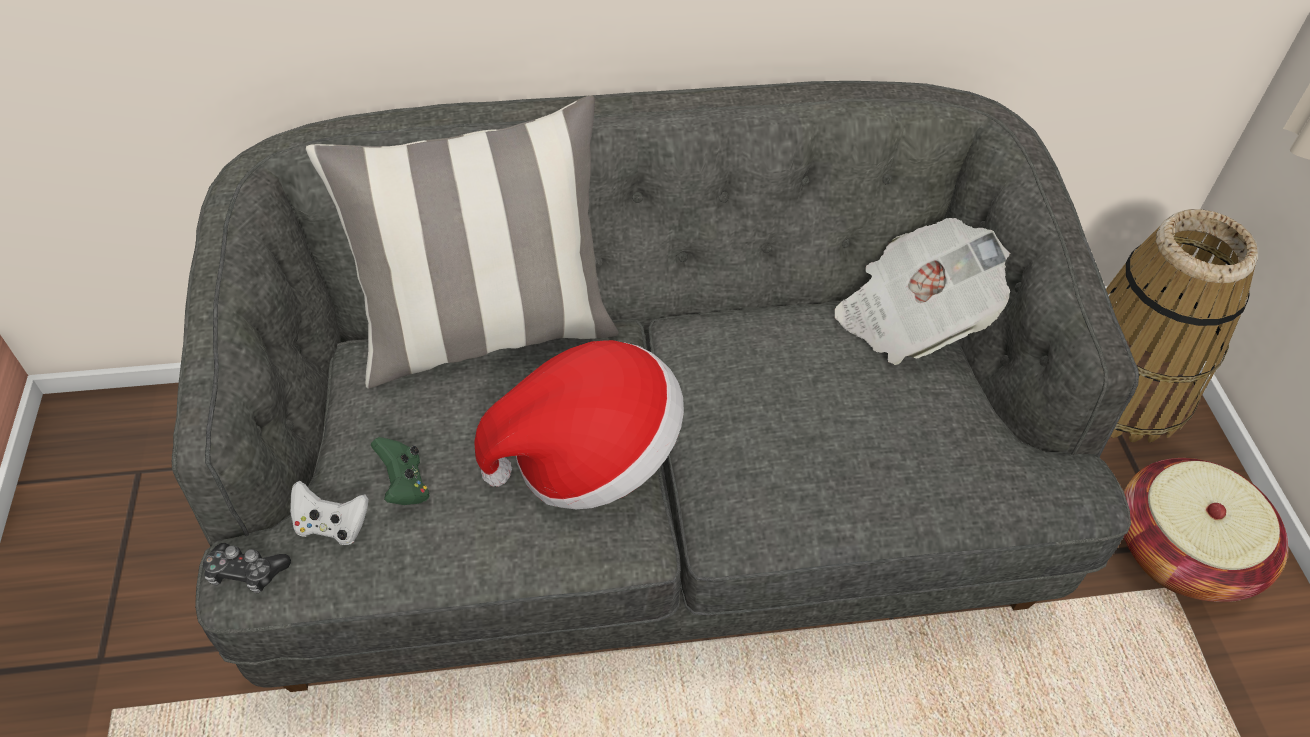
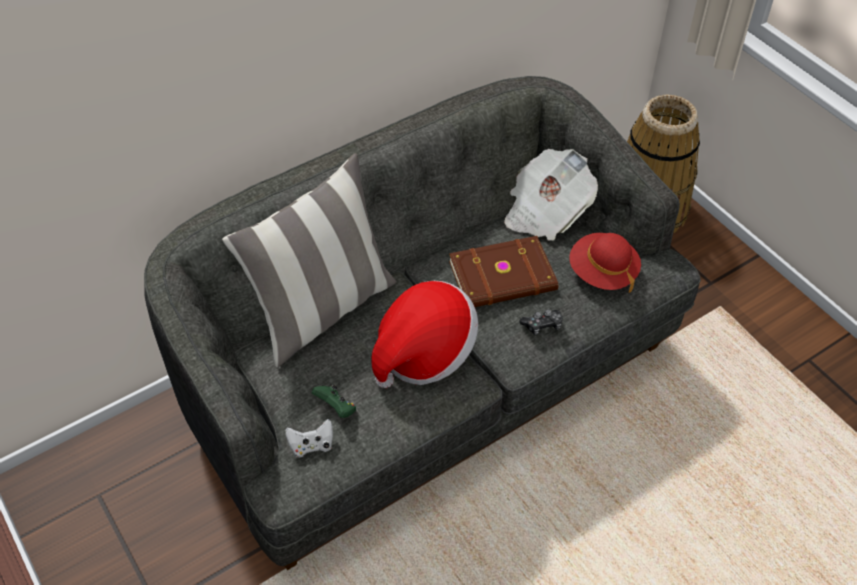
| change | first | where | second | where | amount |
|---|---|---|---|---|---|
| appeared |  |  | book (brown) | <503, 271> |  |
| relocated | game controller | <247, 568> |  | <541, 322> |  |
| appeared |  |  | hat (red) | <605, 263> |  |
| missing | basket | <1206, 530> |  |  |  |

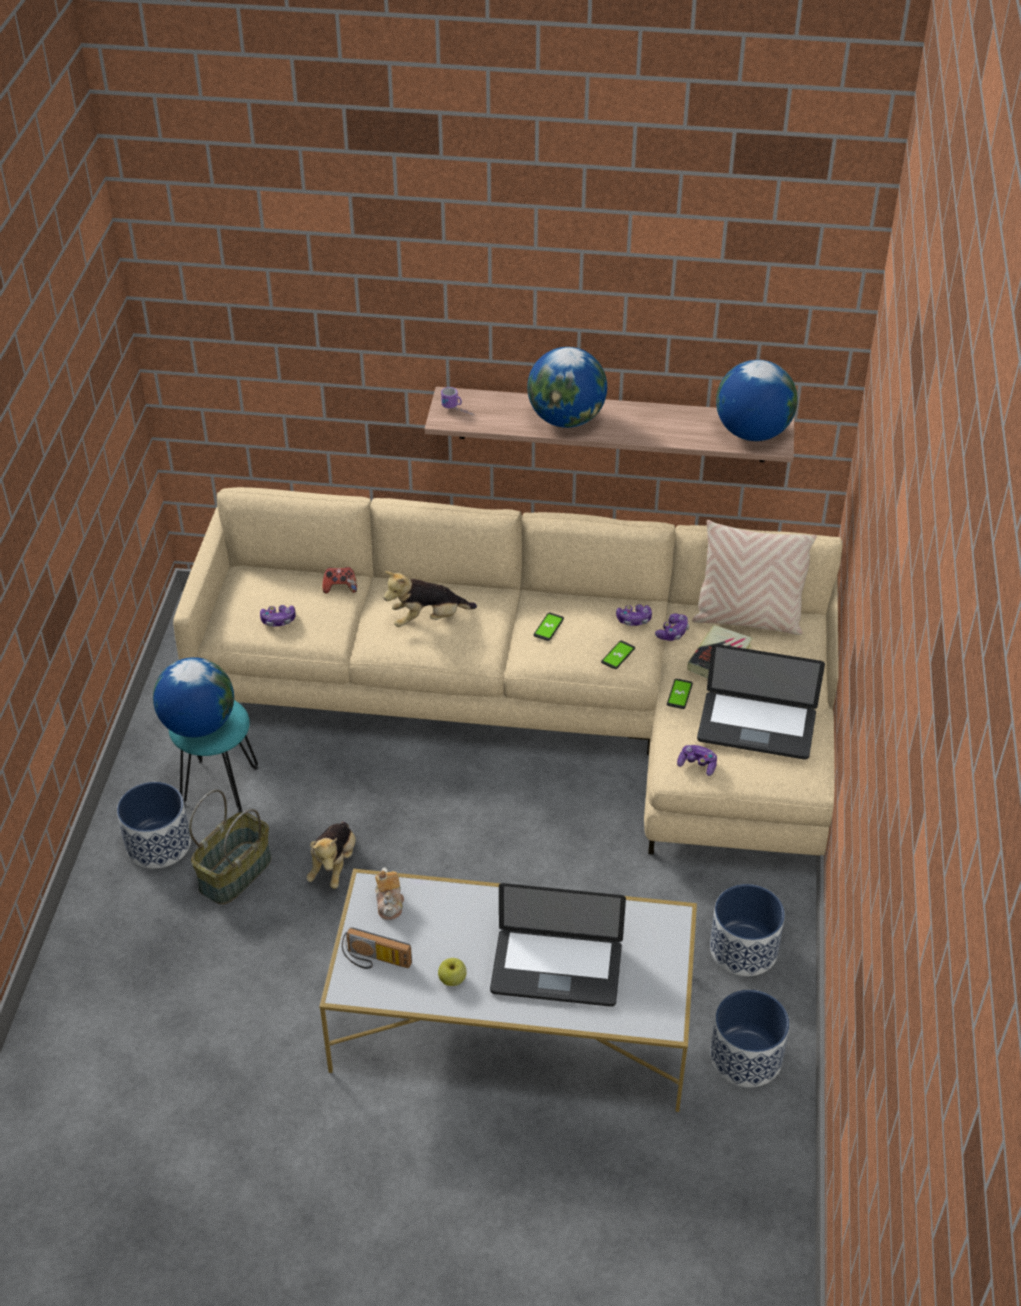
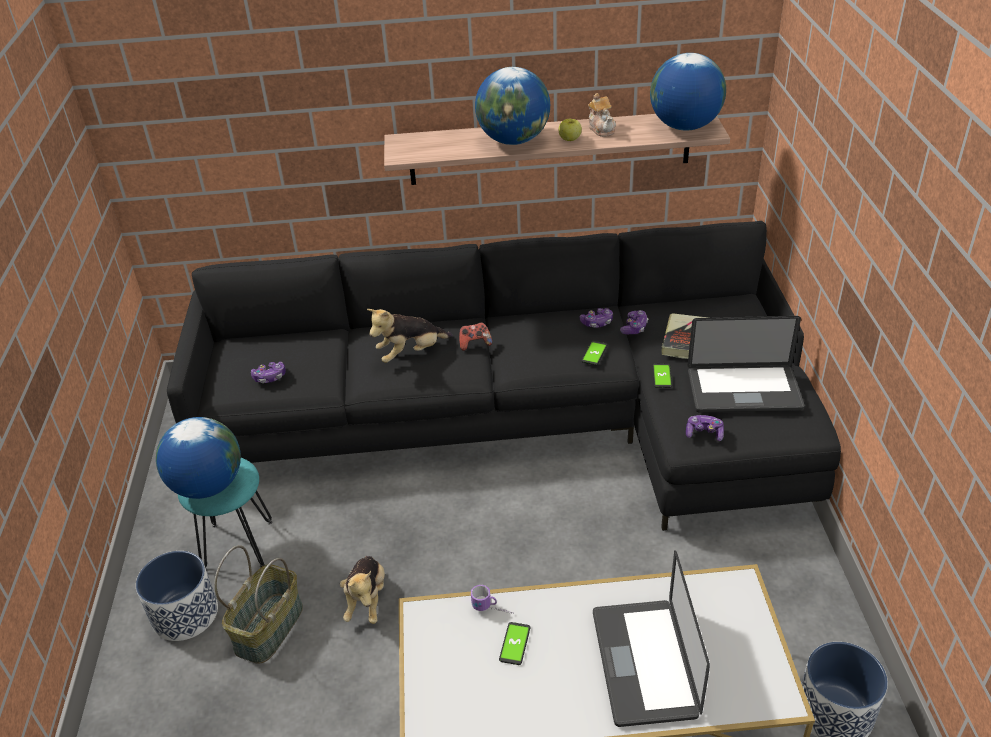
| change | first | where | second | where | amount |
|---|---|---|---|---|---|
| colour | sofa (beige) | <508, 671> | sofa (black) | <504, 376> |  |
| relocated | game controller | <339, 580> |  | <475, 336> |  |
| relocated | mug | <456, 401> |  | <492, 599> |  |
| relocated | phone | <549, 627> |  | <514, 643> |  |
| relocated | apple | <452, 972> |  | <570, 130> |  |
| relocated | teapot | <389, 893> |  | <602, 115> |  |
| spun | laptop | <558, 945> |  | <651, 638> | 90 degrees clockwise |
| missing | radio | <377, 948> |  |  |  |
| missing | pillow (beige) | <754, 577> |  |  |  |
| missing | planter | <747, 930> |  |  |  |

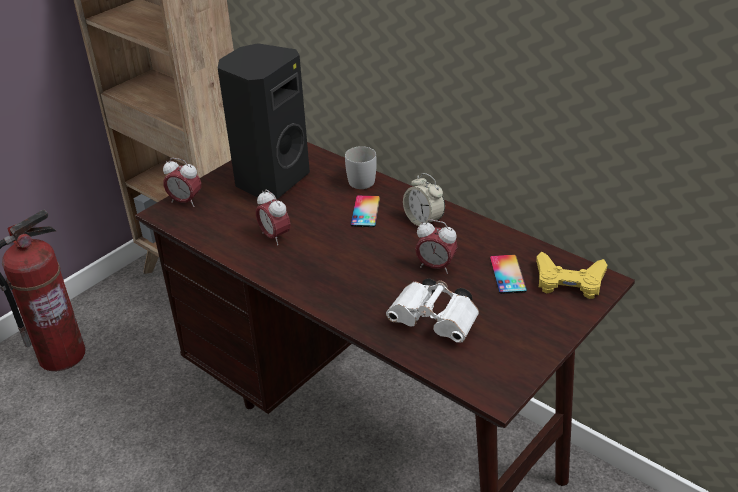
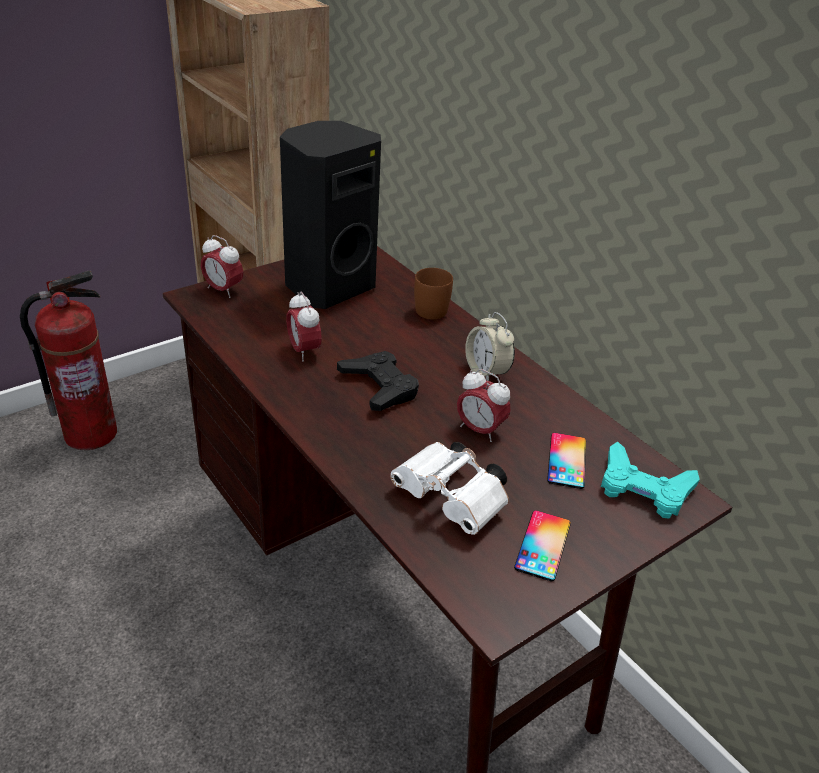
| change | first | where | second | where | amount |
|---|---|---|---|---|---|
| appeared |  |  | game controller (black) | <378, 381> |  |
| colour | mug (white) | <361, 167> | mug (brown) | <433, 294> |  |
| relocated | phone | <365, 211> |  | <542, 546> |  |
| colour | game controller (yellow) | <571, 275> | game controller (turquoise) | <650, 480> |  |

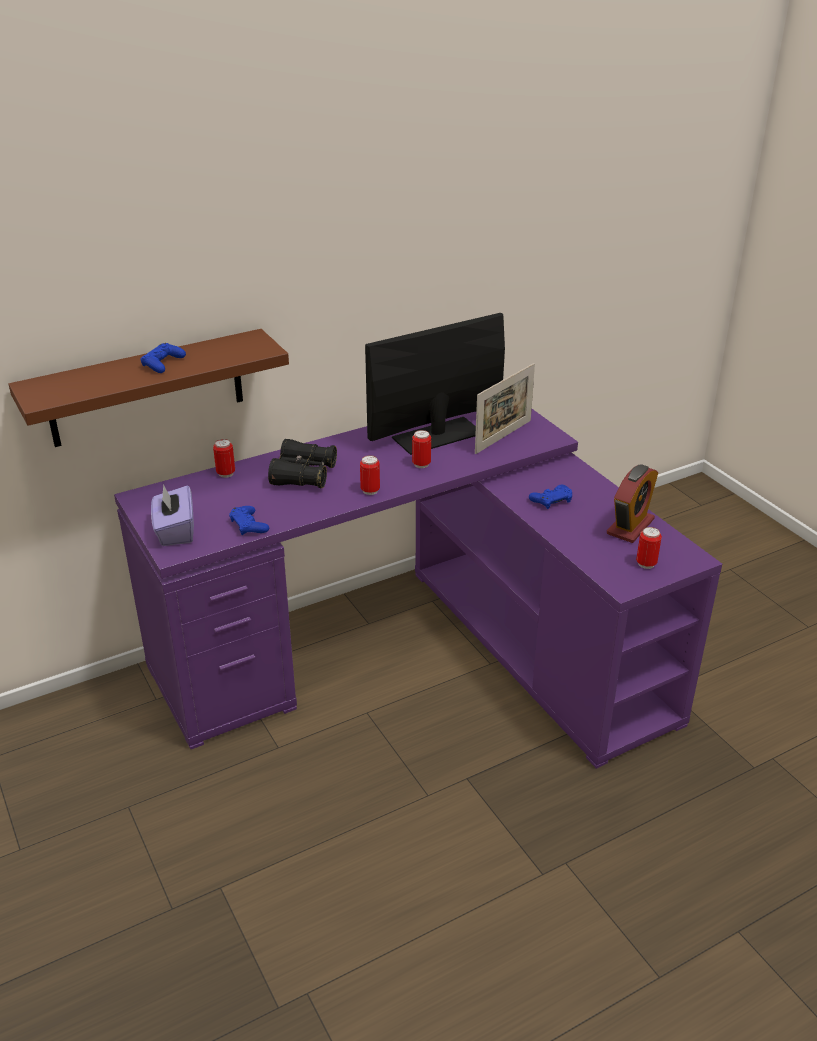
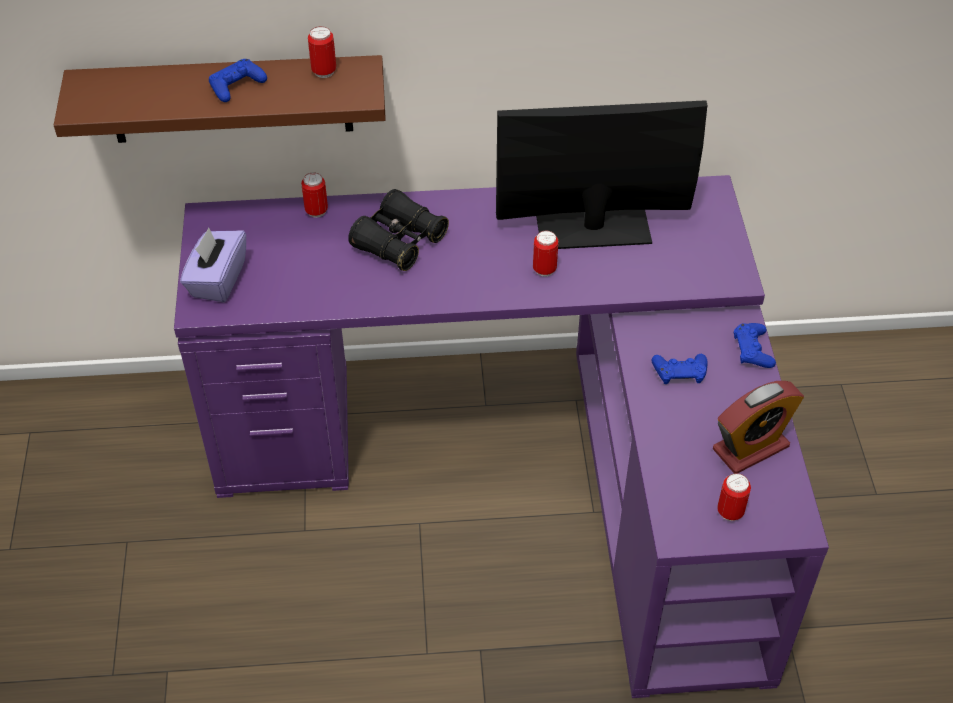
| change | first | where | second | where | amount |
|---|---|---|---|---|---|
| relocated | can | <370, 475> |  | <322, 52> |  |
| relocated | game controller (blue) | <249, 520> |  | <755, 345> |  |
| missing | picture frame | <505, 408> |  |  |  |

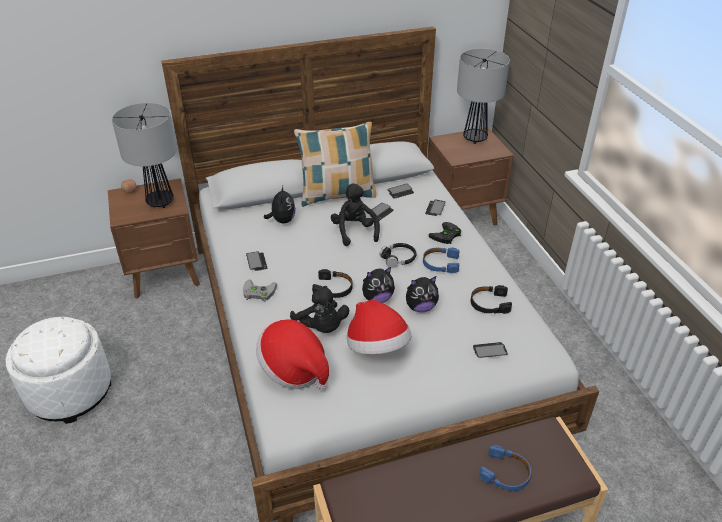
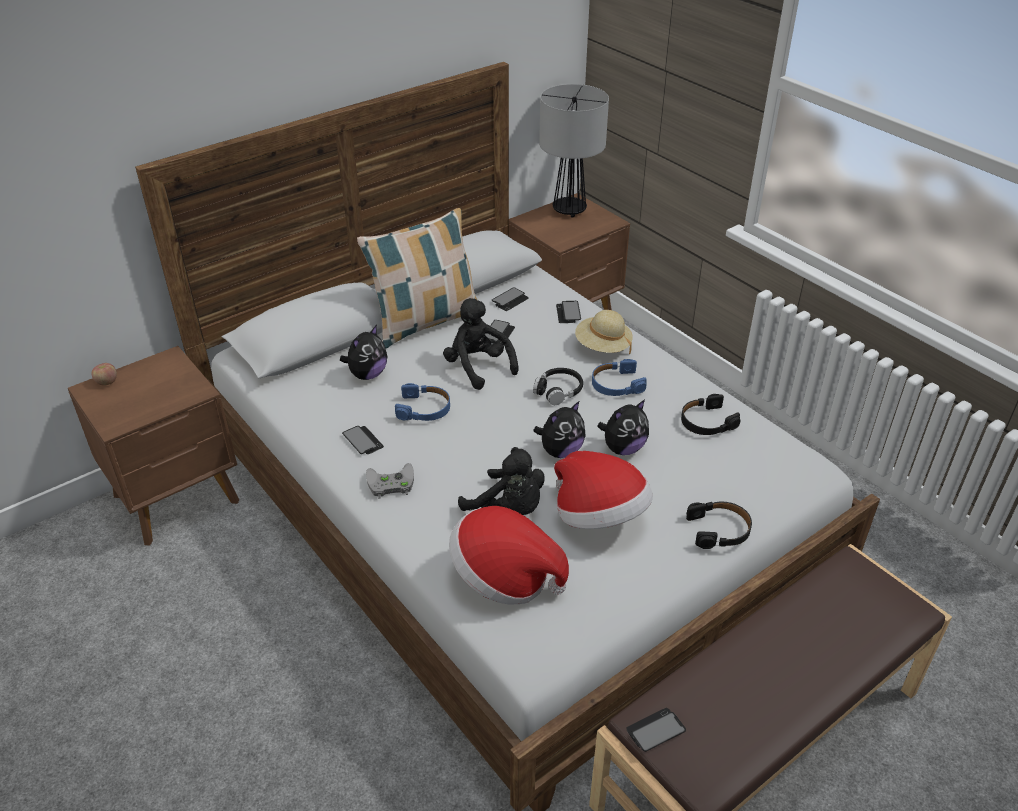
| change | first | where | second | where | amount |
|---|---|---|---|---|---|
| spun | plush toy | <280, 205> |  | <363, 352> | 60 degrees clockwise |
| relocated | headphones (blue) | <505, 468> |  | <422, 402> |  |
| exchanged | game controller (black) | <445, 233> | hat (beige) | <604, 332> |  |
| relocated | phone | <490, 350> |  | <656, 730> |  |
| relocated | headphones (black) | <332, 283> |  | <719, 525> |  |
| missing | ottoman (white) | <58, 370> |  |  |  |
| missing | table lamp | <144, 155> |  |  |  |

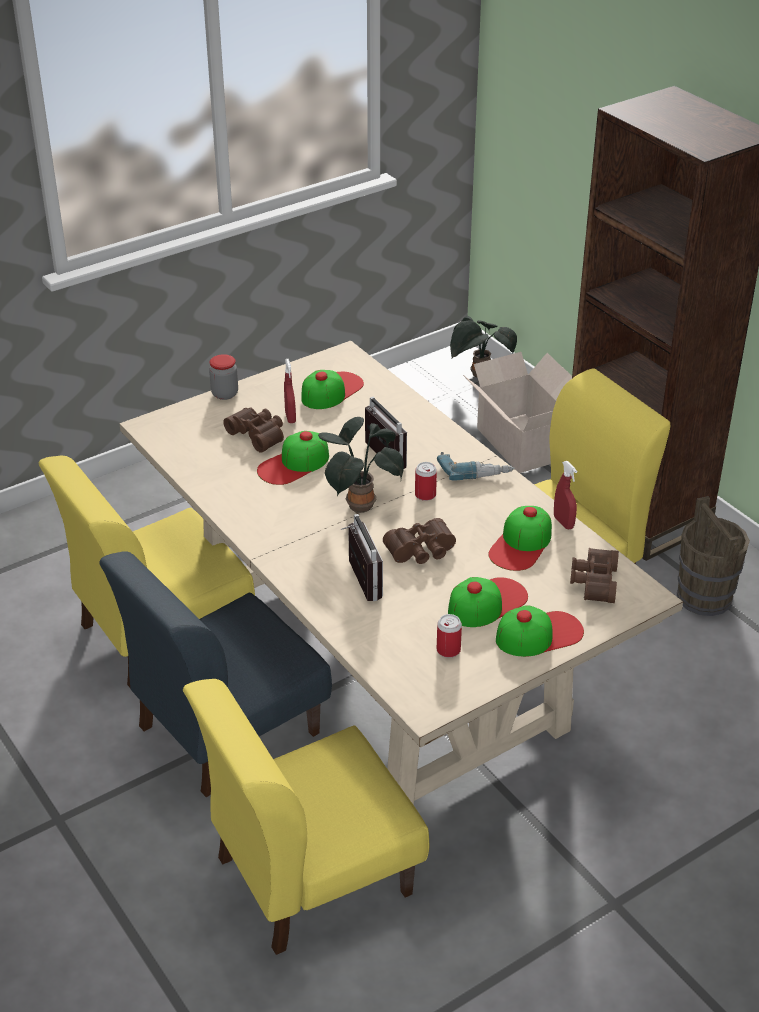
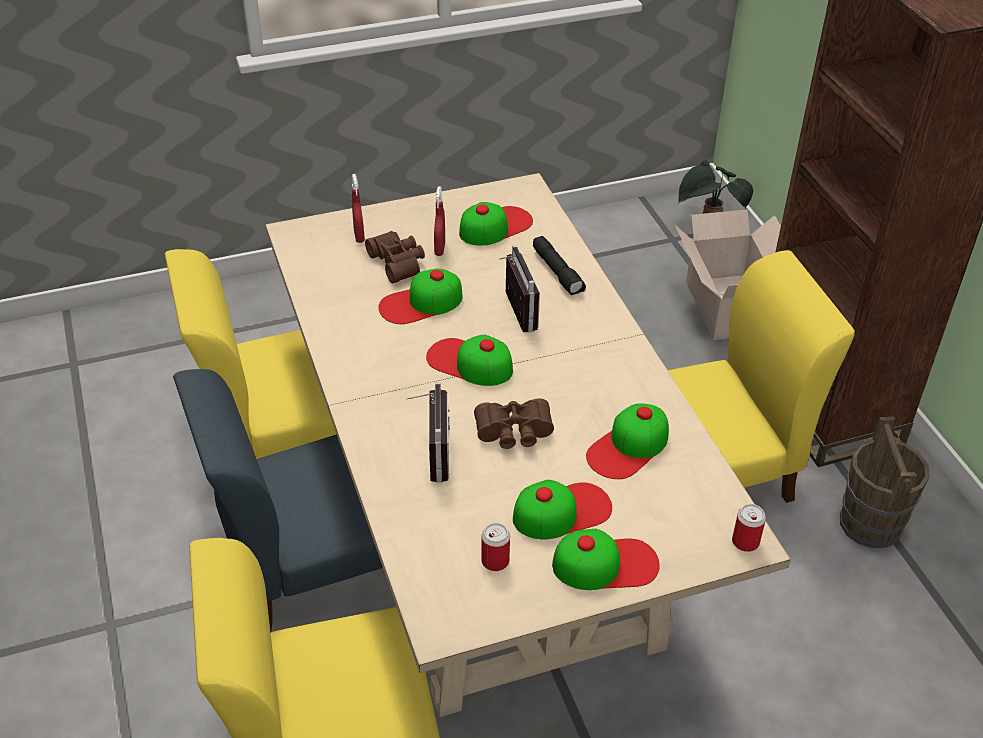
| change | first | where | second | where | amount |
|---|---|---|---|---|---|
| relocated | spray bottle (red) | <565, 495> |  | <358, 208> |  |
| exchanged | potted plant | <361, 465> | cap | <469, 360> |  |
| appeared |  |  | flashlight (black) | <559, 265> |  |
| relocated | can | <426, 481> |  | <749, 528> |  |
| missing | jar | <223, 377> |  |  |  |
| missing | power drill | <476, 466> |  |  |  |
| missing | binoculars (brown) | <594, 575> |  |  |  |

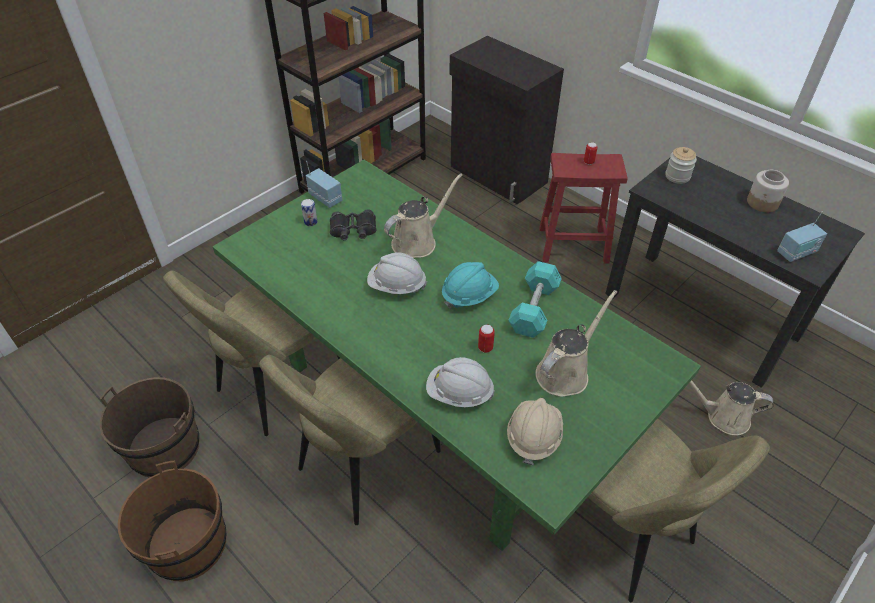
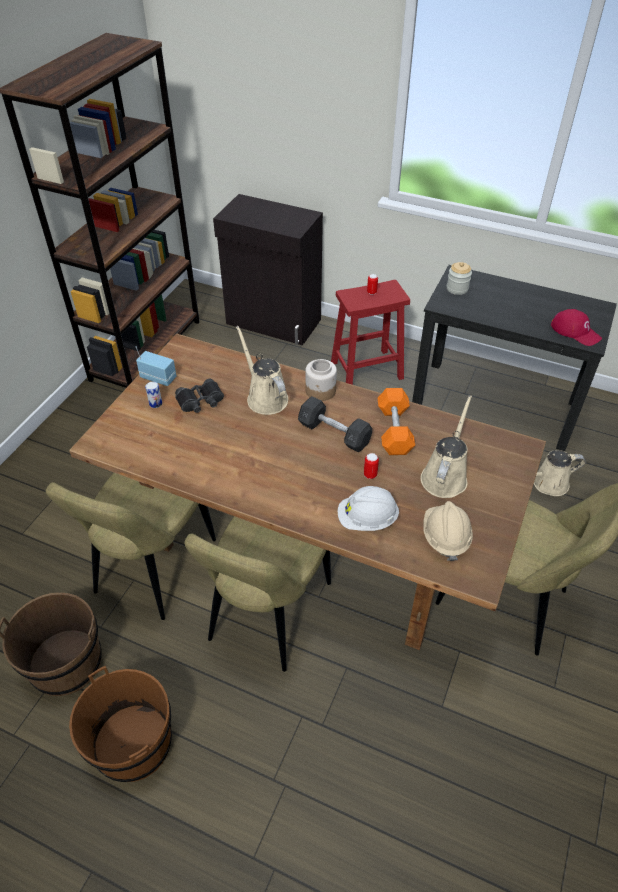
| change | first | where | second | where | amount |
|---|---|---|---|---|---|
| colour | dining table (green) | <457, 355> | dining table (brown) | <307, 492> |  |
| spun | watering can (beige) | <423, 215> |  | <262, 370> | 60 degrees counterclockwise |
| exchanged | hard hat (turquoise) | <470, 285> | dumbbell (grey) | <335, 424> |  |
| relocated | jar | <768, 191> |  | <321, 380> |  |
| colour | dumbbell (turquoise) | <535, 299> | dumbbell (orange) | <396, 421> |  |
| exchanged | radio | <802, 236> | cap (red) | <576, 327> |  |
| missing | hard hat (white) | <397, 273> |  |  |  |

